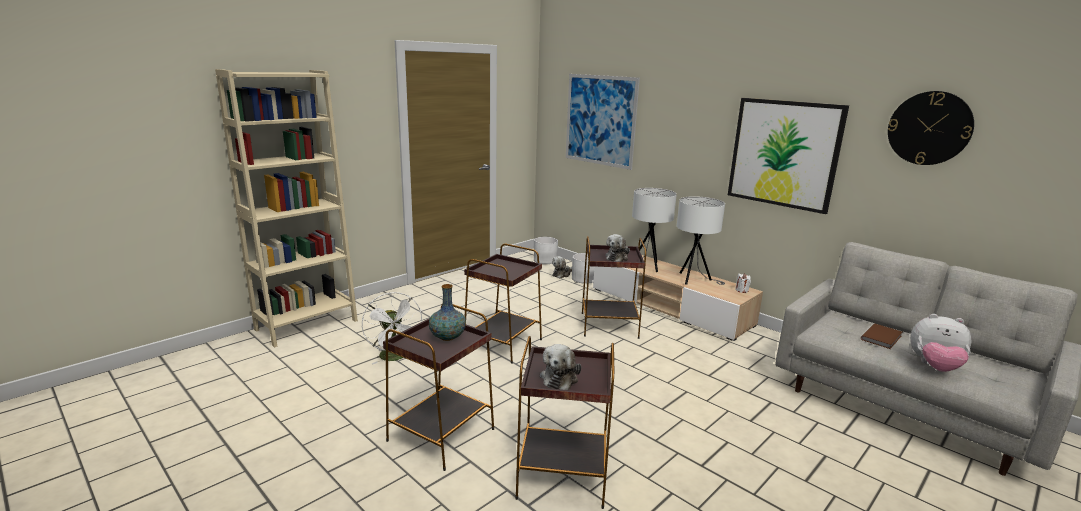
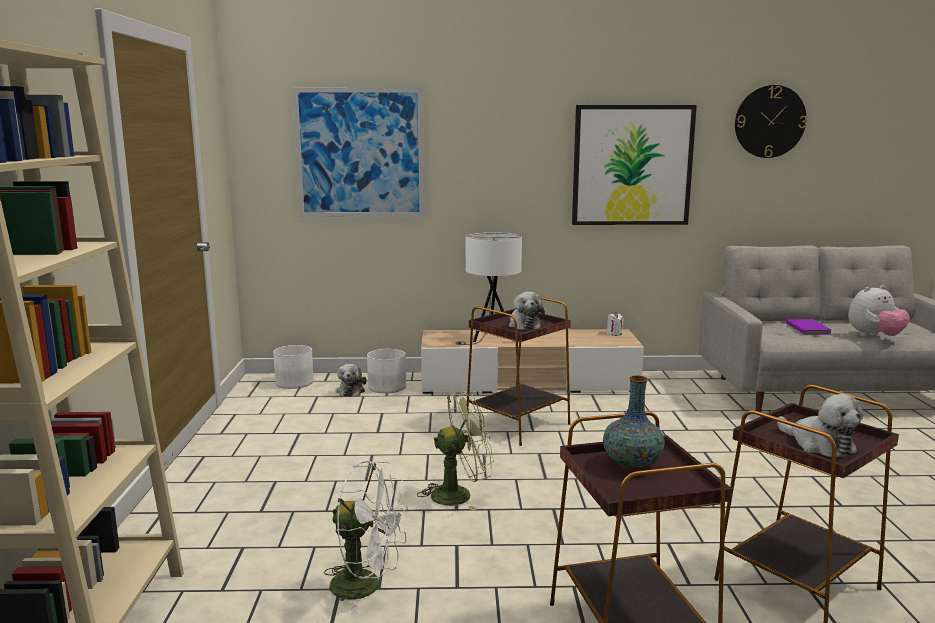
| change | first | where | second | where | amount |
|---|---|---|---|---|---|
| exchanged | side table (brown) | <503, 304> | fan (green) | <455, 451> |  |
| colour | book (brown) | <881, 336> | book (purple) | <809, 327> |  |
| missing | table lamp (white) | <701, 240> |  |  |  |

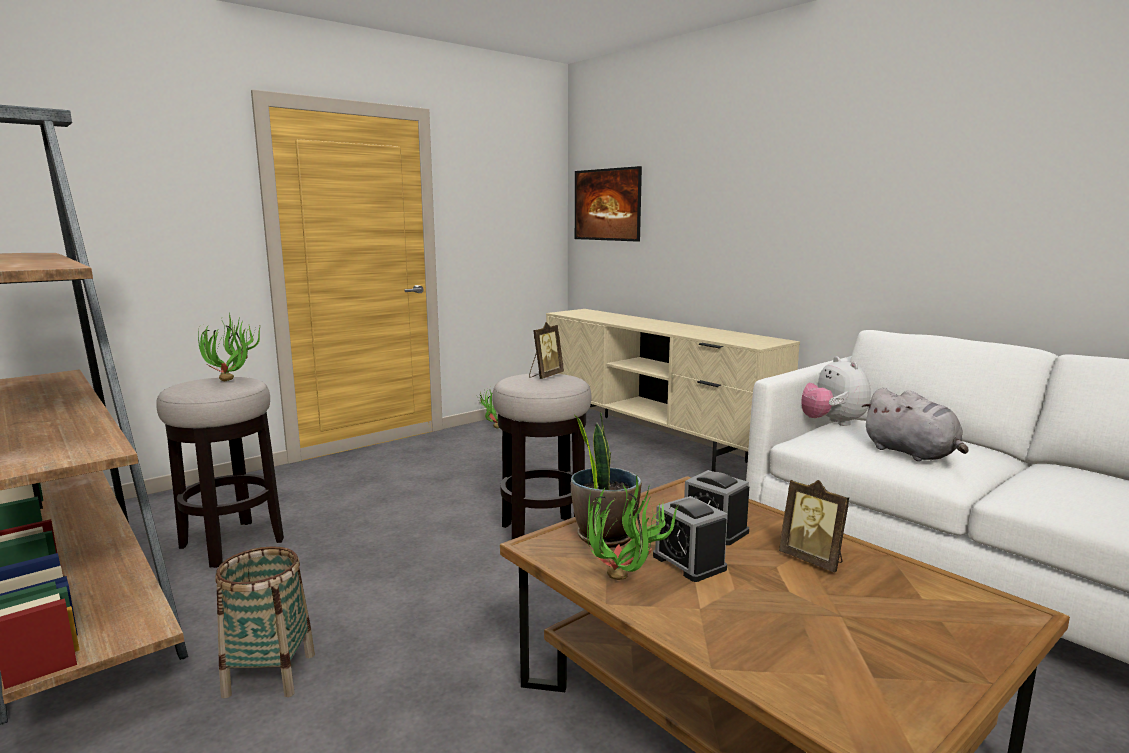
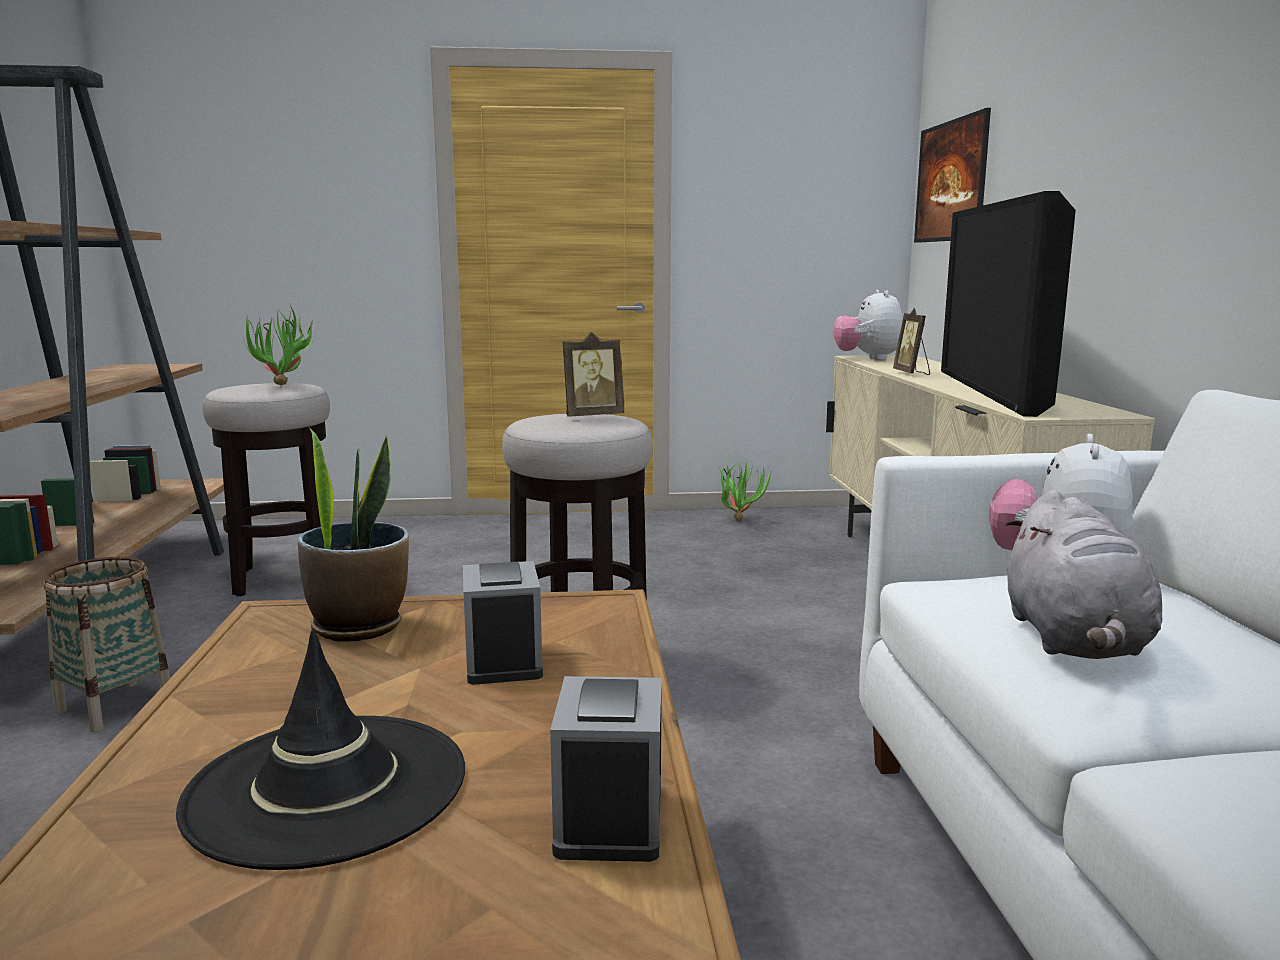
| change | first | where | second | where | amount |
|---|---|---|---|---|---|
| appeared |  |  | hat (black) | <320, 749> |  |
| relocated | alarm clock | <690, 539> |  | <606, 769> |  |
| appeared |  |  | plush toy | <868, 325> |  |
| relocated | picture frame | <814, 526> |  | <911, 341> |  |
| appeared |  |  | television | <1008, 304> |  |
| missing | potted plant | <633, 528> |  |  |  |

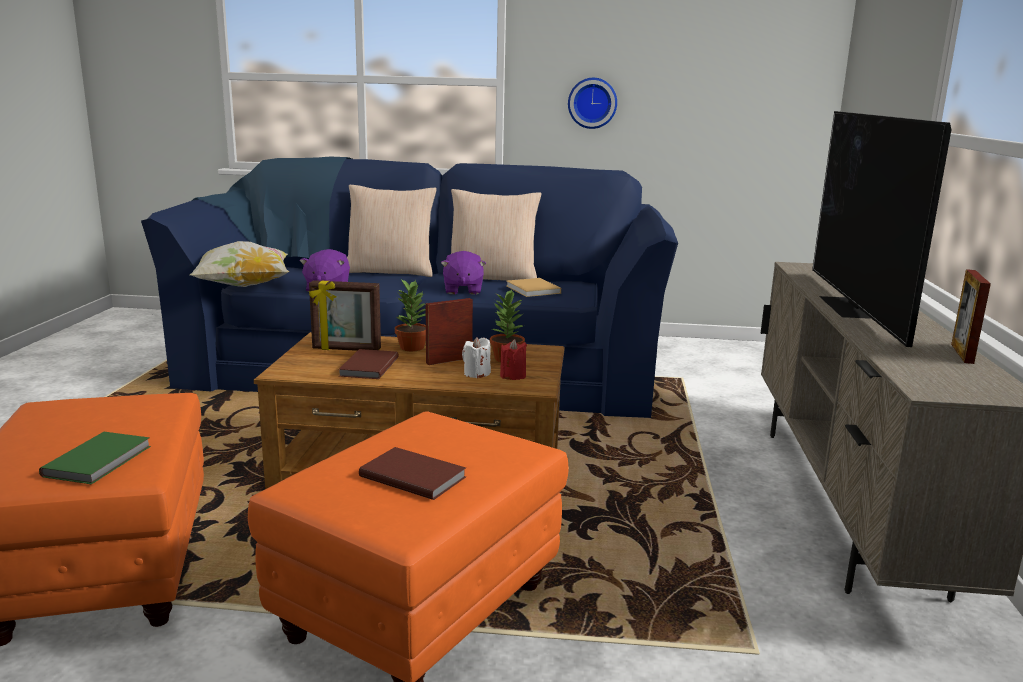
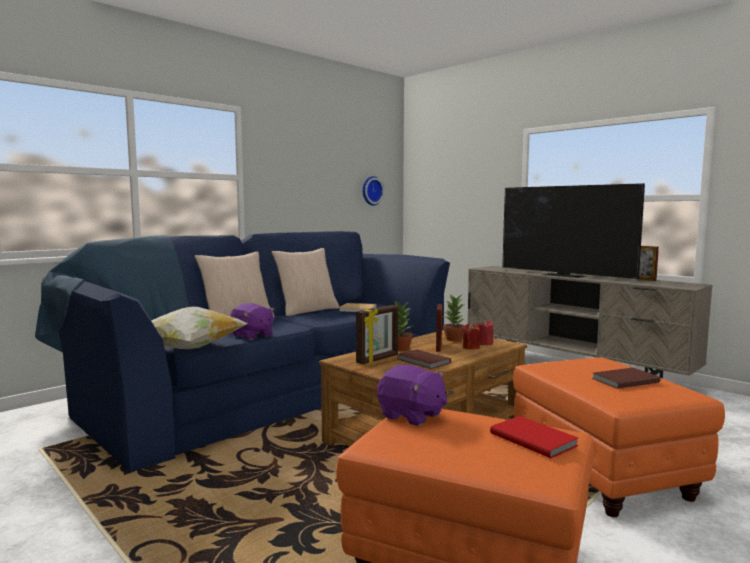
| change | first | where | second | where | amount |
|---|---|---|---|---|---|
| relocated | wall clock | <592, 103> |  | <373, 191> |  |
| relocated | plush toy (purple) | <463, 273> |  | <412, 395> |  |
| colour | candle (white) | <476, 357> | candle (red) | <471, 336> |  |
| colour | book (green) | <95, 458> | book (red) | <534, 437> |  |

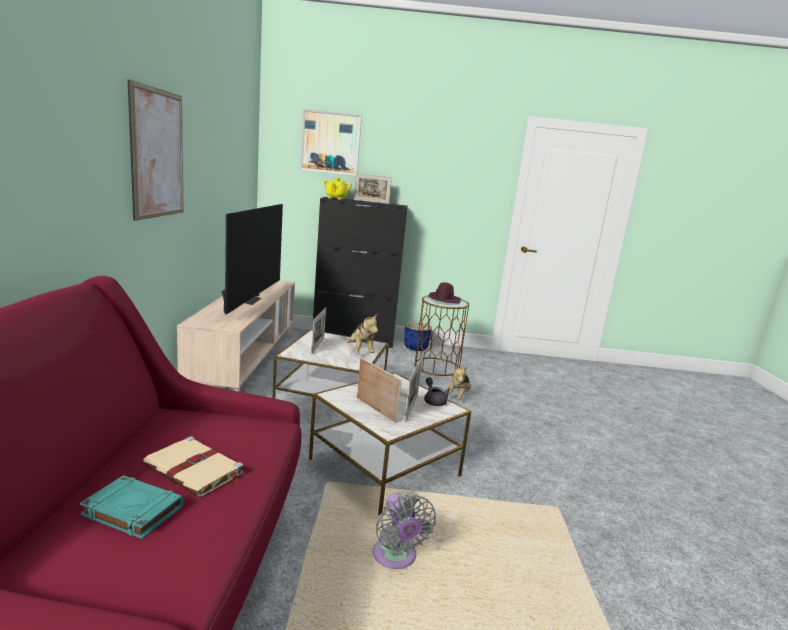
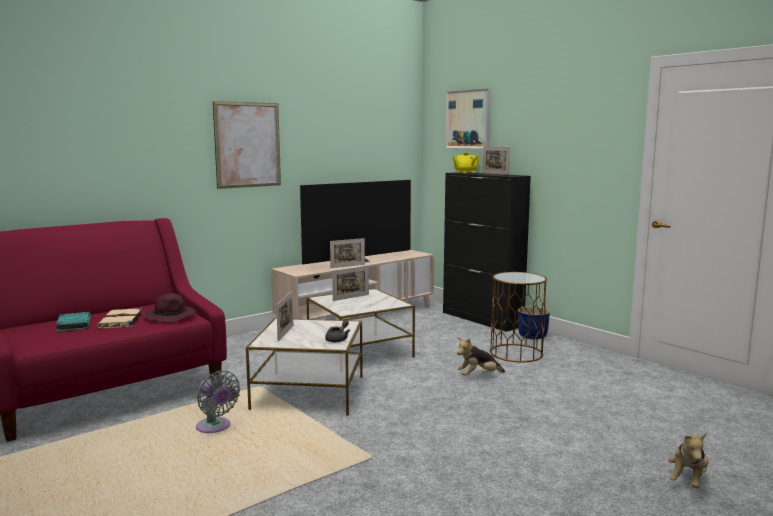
| change | first | where | second | where | amount |
|---|---|---|---|---|---|
| relocated | hat (purple) | <444, 293> |  | <170, 308> |  |
| spun | fan (grey) | <404, 531> |  | <218, 401> | 75 degrees counterclockwise |
| relocated | picture frame | <413, 390> |  | <347, 253> |  |
| relocated | plush toy | <362, 333> |  | <688, 460> |  |

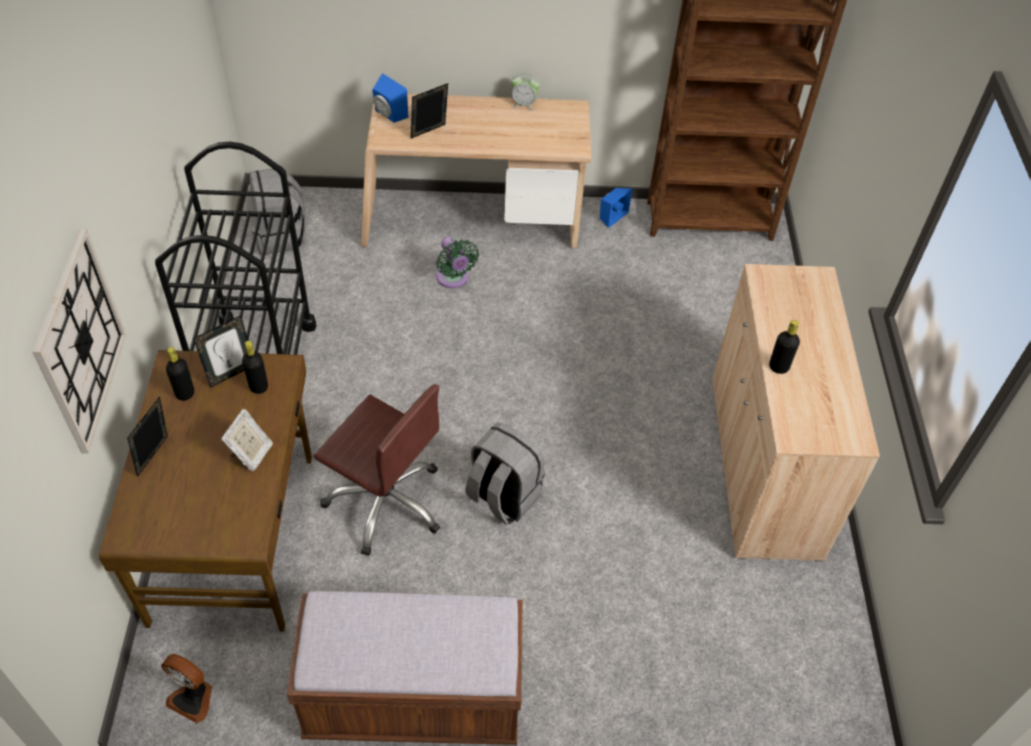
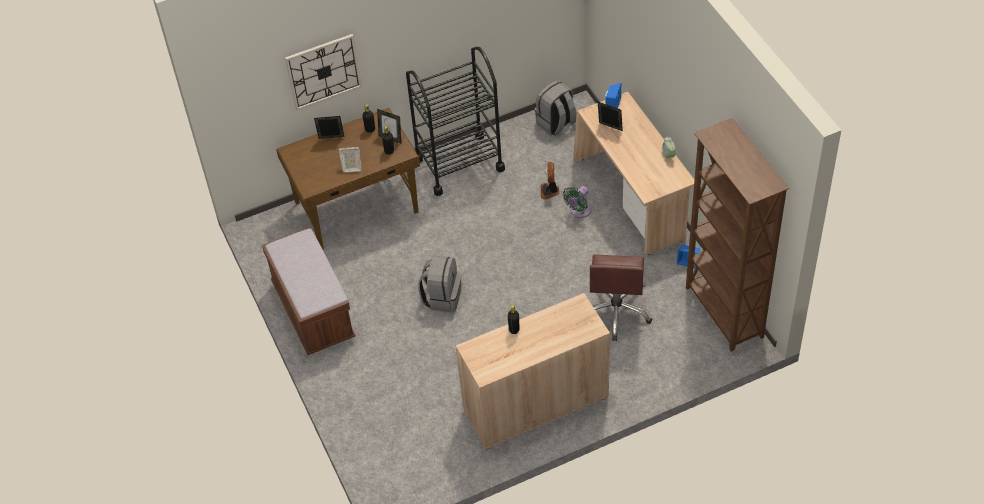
| change | first | where | second | where | amount |
|---|---|---|---|---|---|
| relocated | fan | <186, 688> |  | <550, 181> |  |
| relocated | office chair (brown) | <377, 470> |  | <621, 297> |  |

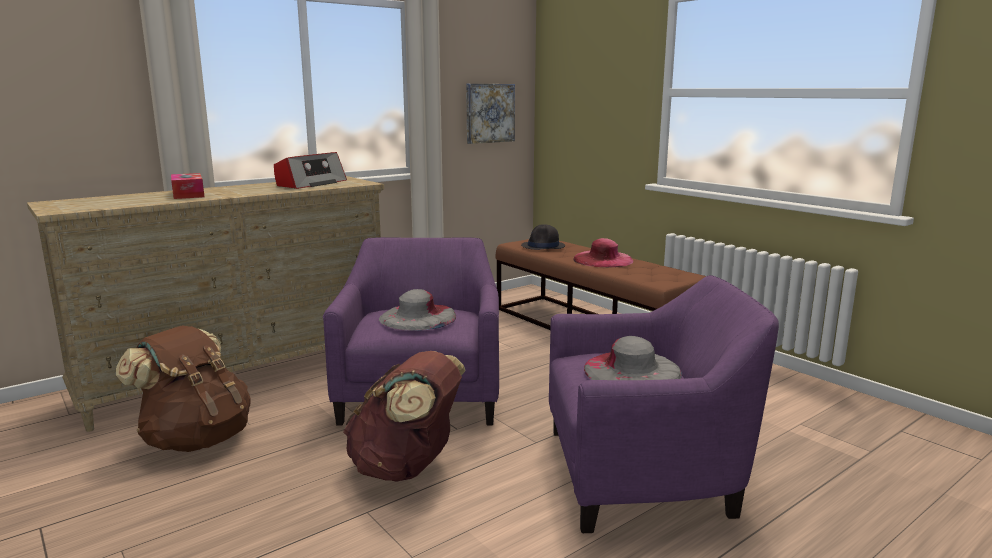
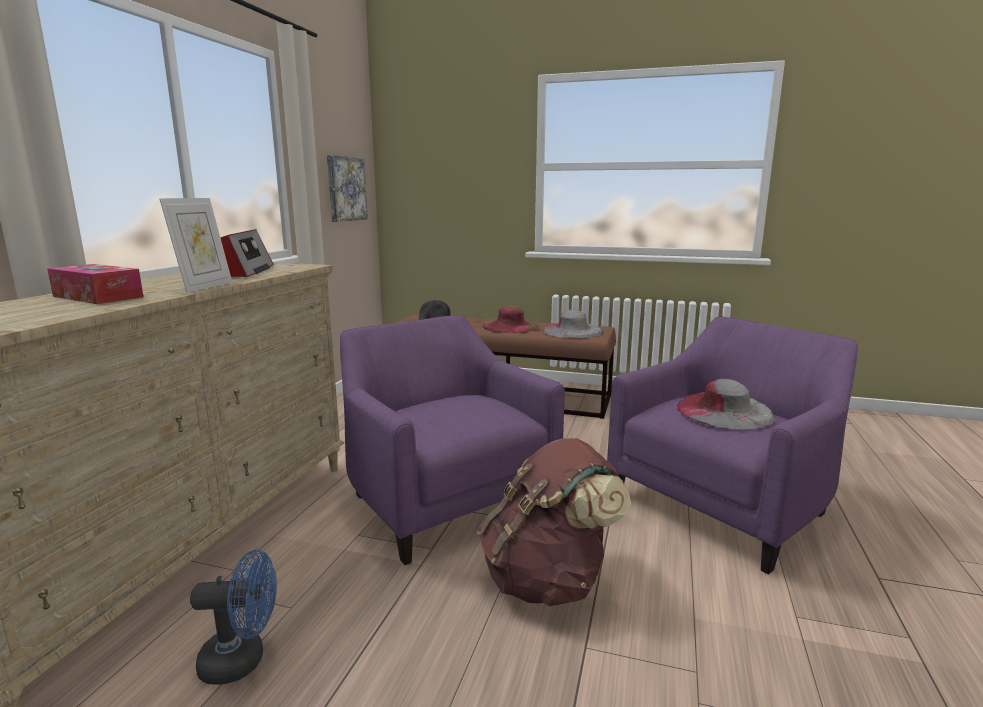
| change | first | where | second | where | amount |
|---|---|---|---|---|---|
| appeared |  |  | picture frame | <195, 245> |  |
| exchanged | backpack (brown) | <183, 388> | fan (blue) | <233, 617> |  |
| colour | hat (pink) | <603, 252> | hat (brown) | <510, 319> |  |
| relocated | hat (grey) | <417, 310> |  | <573, 324> |  |

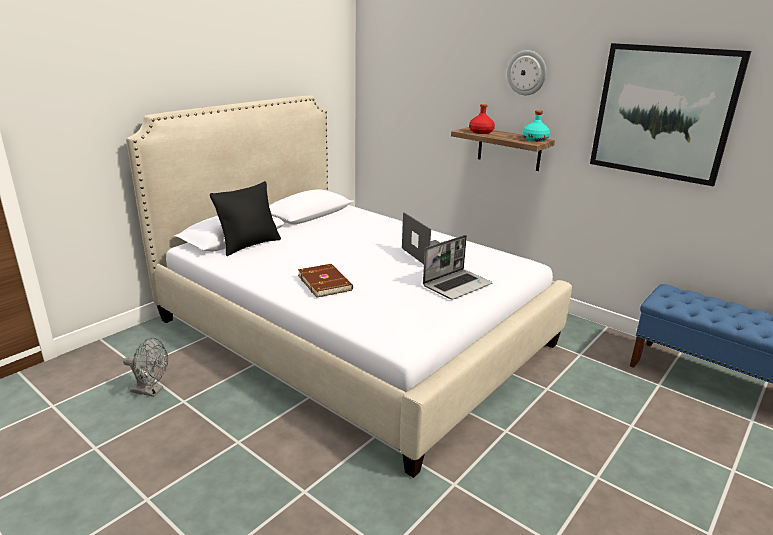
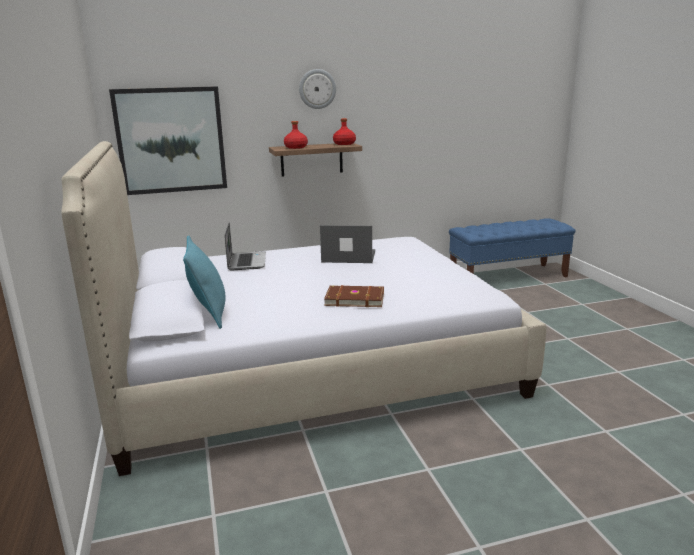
| change | first | where | second | where | amount |
|---|---|---|---|---|---|
| relocated | picture | <670, 114> |  | <168, 140> |  |
| colour | pillow (black) | <245, 218> | pillow (turquoise) | <204, 282> |  |
| relocated | laptop | <458, 267> |  | <245, 246> |  |
| colour | bottle (turquoise) | <536, 126> | bottle (red) | <344, 131> |  |
| missing | fan (grey) | <145, 367> |  |  |  |

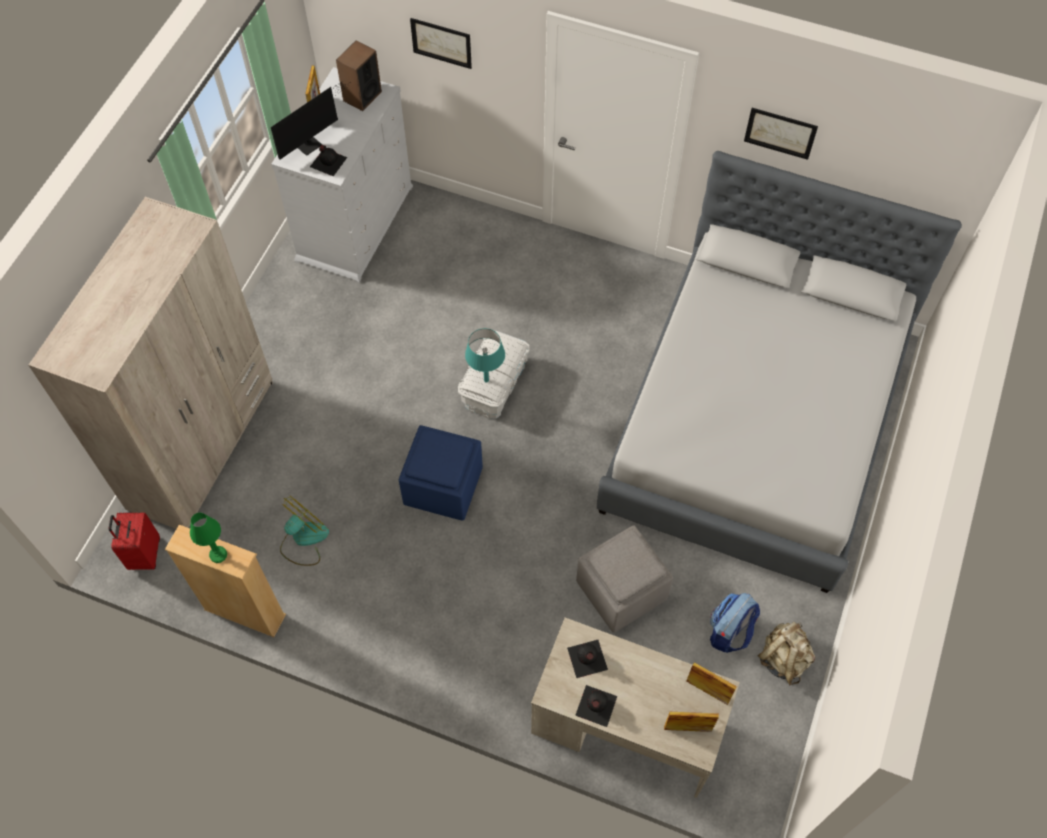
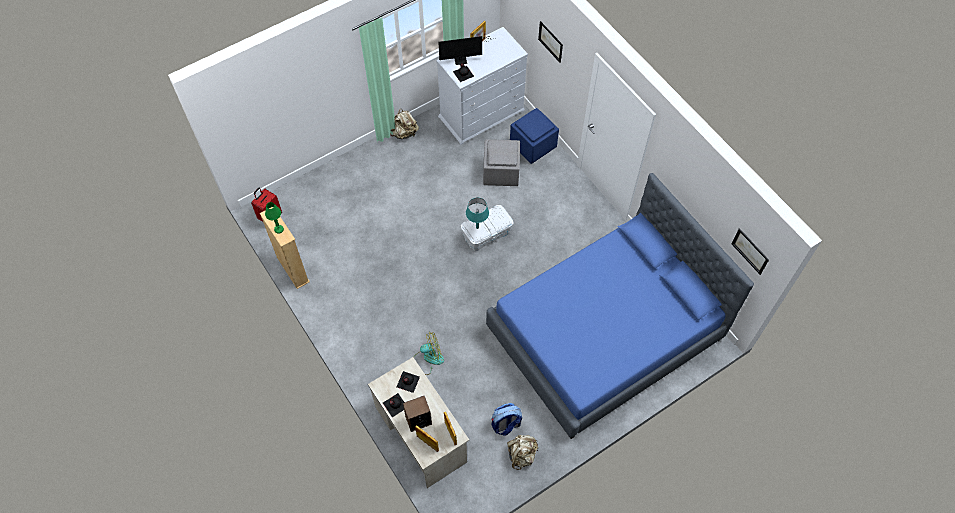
| change | first | where | second | where | amount |
|---|---|---|---|---|---|
| appeared |  |  | backpack (beige) | <404, 124> |  |
| relocated | speaker | <359, 75> |  | <417, 414> |  |
| relocated | fan | <304, 531> |  | <430, 353> |  |
| relocated | ottoman (grey) | <624, 579> |  | <501, 162> |  |
| colour | bed (grey) | <779, 372> | bed (blue) | <620, 306> |  |
| relocated | ottoman (blue) | <441, 473> |  | <534, 136> |  |
| relocated | picture | <781, 134> |  | <750, 251> |  |
| missing | wardrobe (beige) | <150, 363> |  |  |  |

